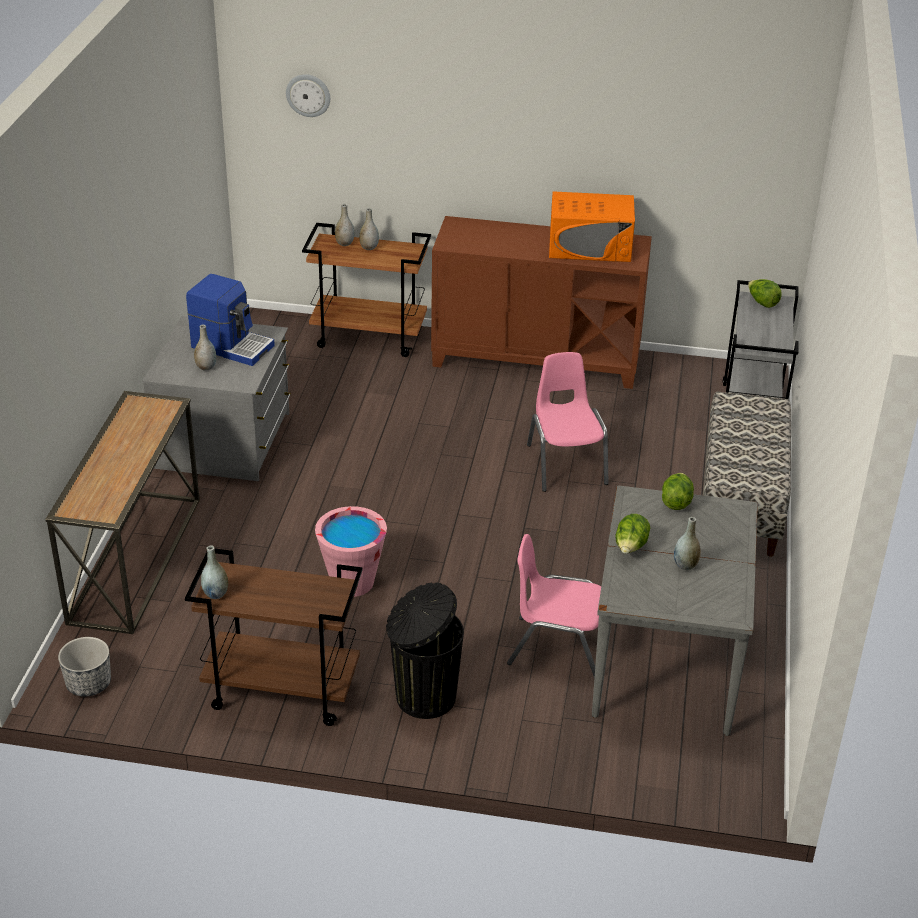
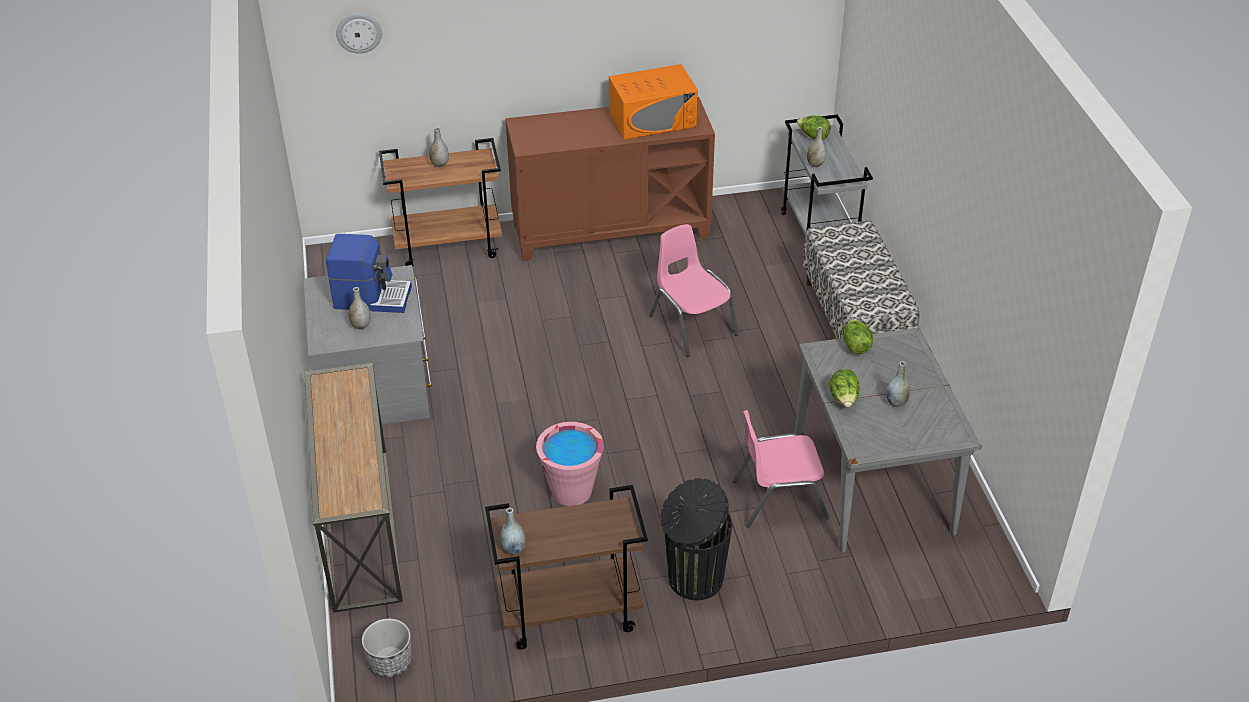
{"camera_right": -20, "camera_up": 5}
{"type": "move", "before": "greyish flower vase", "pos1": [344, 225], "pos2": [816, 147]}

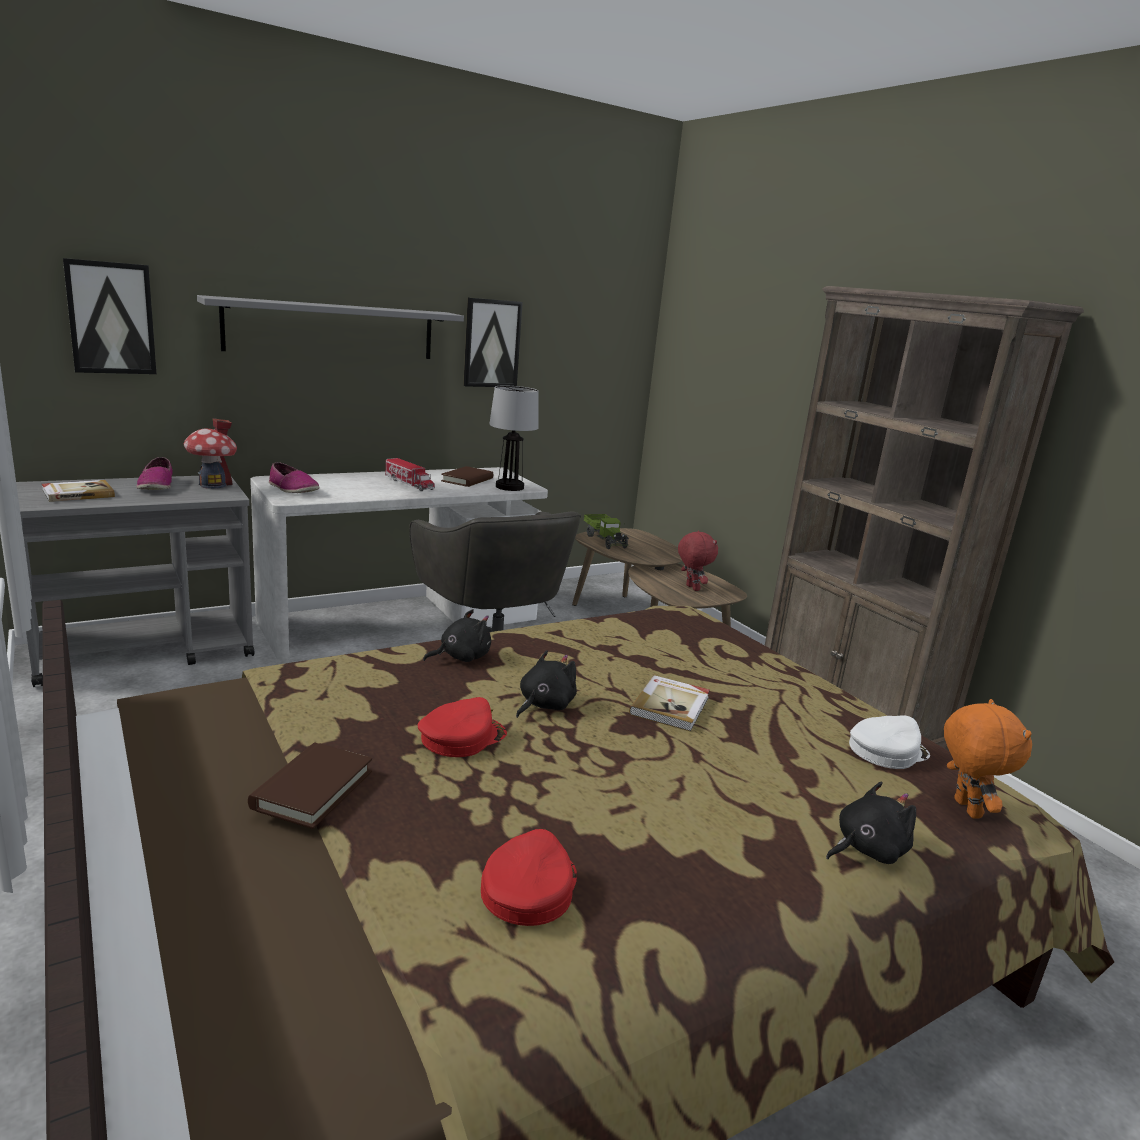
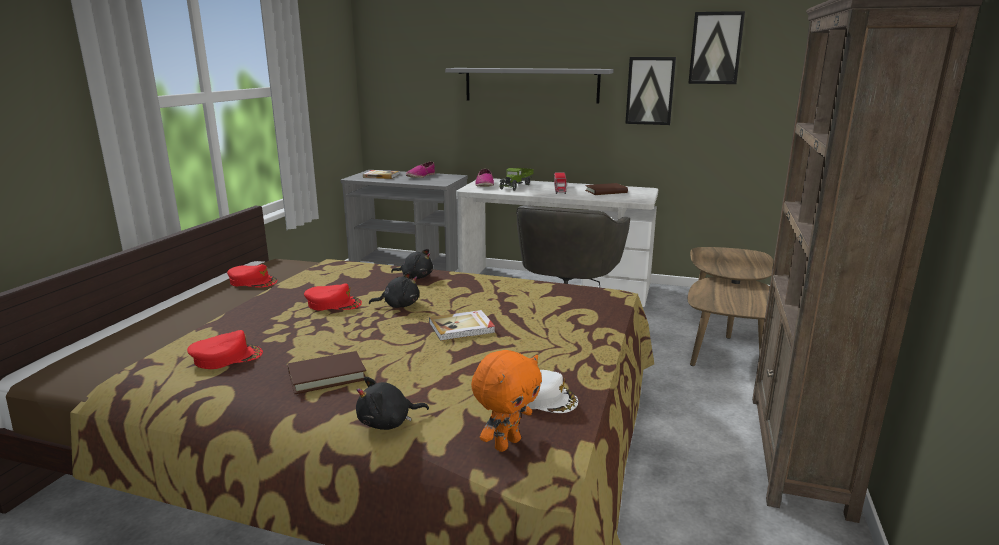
{"camera_right": 50, "camera_up": 0}
{"type": "move", "before": "wall art", "pos1": [109, 316], "pos2": [716, 47]}
{"type": "delete", "before": "toy house", "pos1": [210, 453]}
{"type": "move", "before": "brown-coloured book", "pos1": [310, 785], "pos2": [327, 372]}
{"type": "delete", "before": "tabletop lamp", "pos1": [514, 438]}
{"type": "move", "before": "toy truck", "pos1": [606, 531], "pos2": [516, 179]}
{"type": "delete", "before": "red cuddly toy", "pos1": [698, 561]}
{"type": "rotate", "before": "black cuddly toy", "pos1": [871, 823], "pos2": [392, 403], "turn": 135}
{"type": "insert", "after": "red baseball cap", "pos2": [252, 276]}

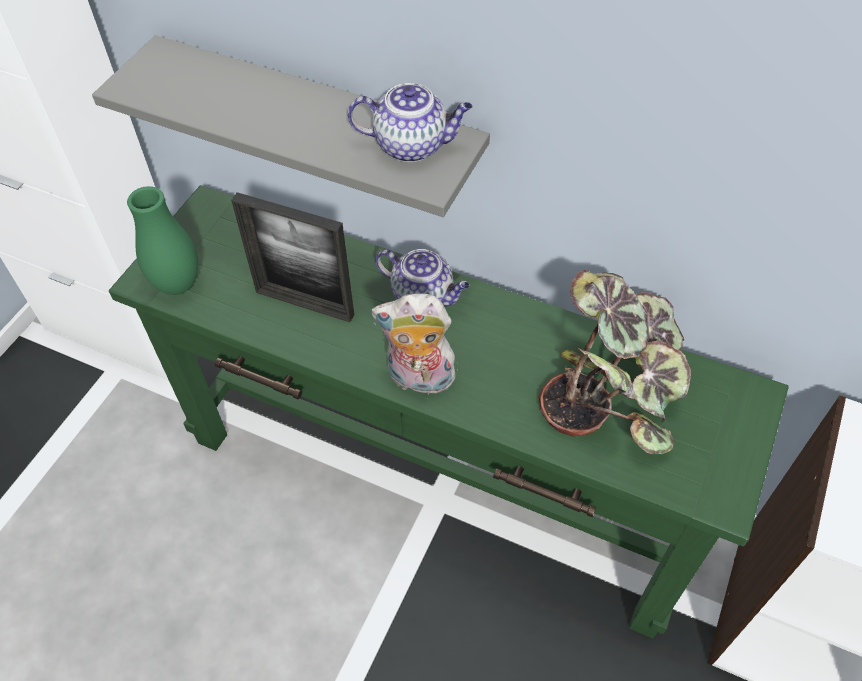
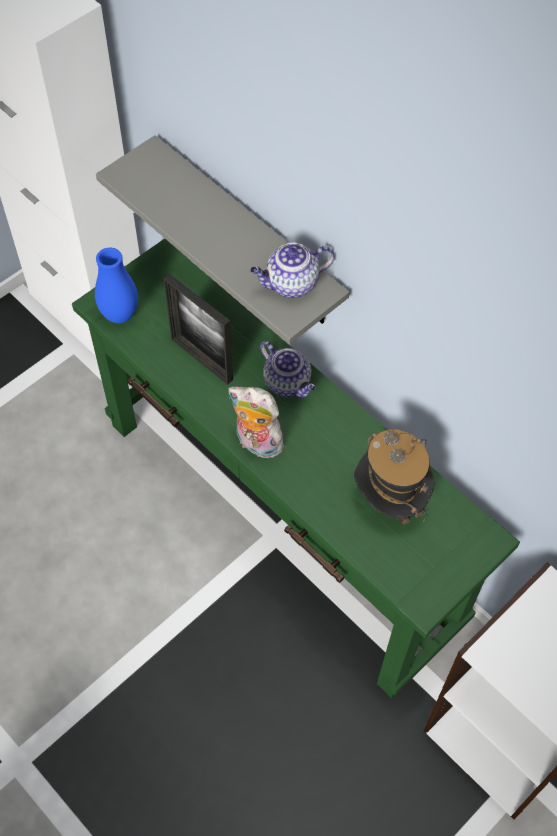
{"camera_right": 20, "camera_up": 5}
{"type": "recolor", "before": "greenish flower vase", "after": "blue-coloured flower vase", "pos1": [162, 240], "pos2": [116, 285]}
{"type": "rotate", "before": "pot for tea", "pos1": [410, 122], "pos2": [292, 270], "turn": 135}
{"type": "replace", "before": "houseplant", "after": "wearable hat", "pos1": [615, 362], "pos2": [394, 477]}

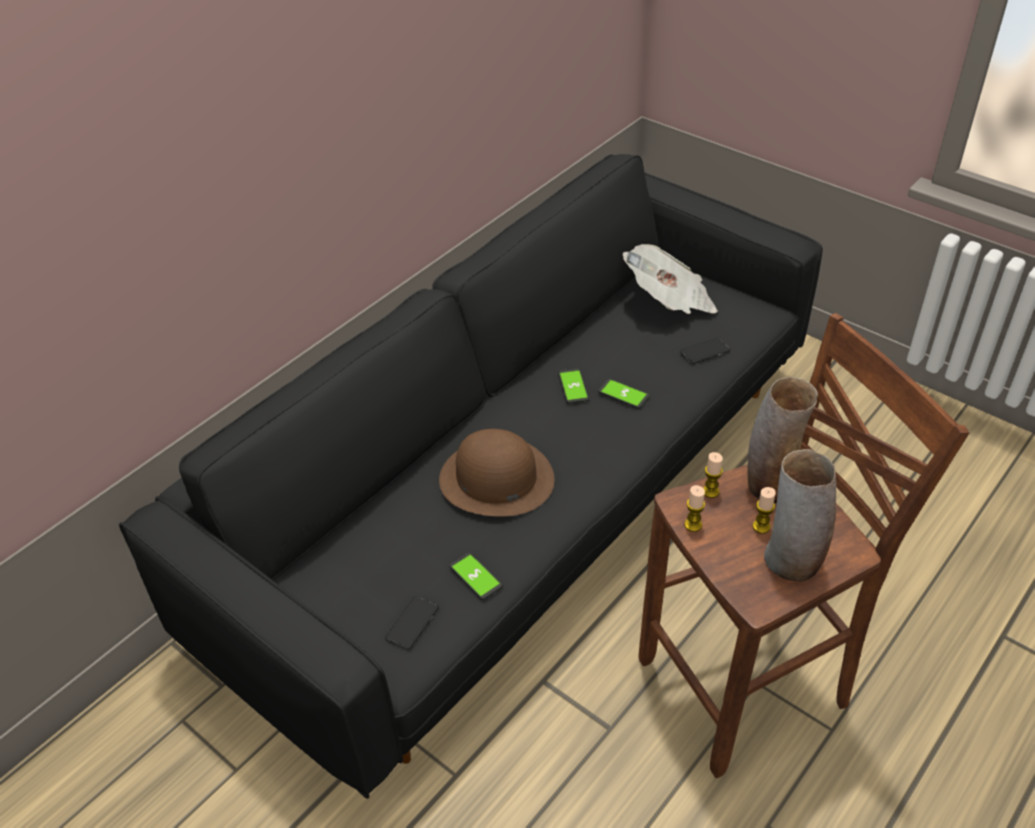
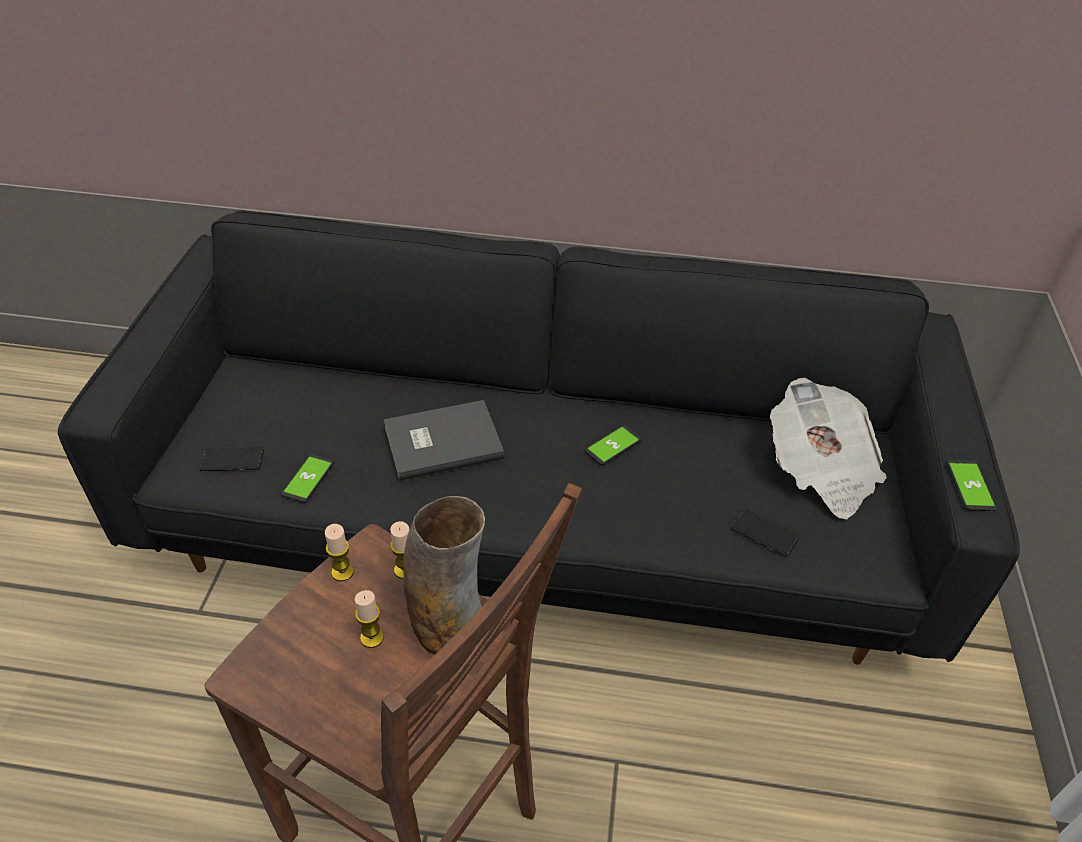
{"camera_right": 55, "camera_up": 0}
{"type": "replace", "before": "brown-coloured wearable hat", "after": "greyish book", "pos1": [496, 473], "pos2": [444, 440]}
{"type": "move", "before": "telephone", "pos1": [624, 393], "pos2": [971, 485]}
{"type": "delete", "before": "flower vase", "pos1": [800, 515]}

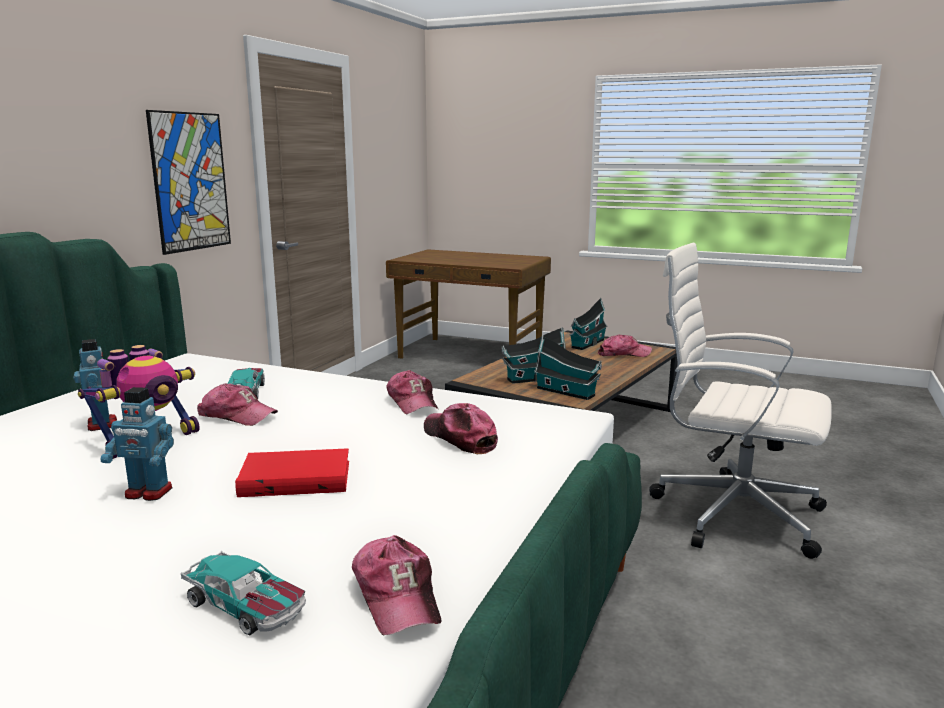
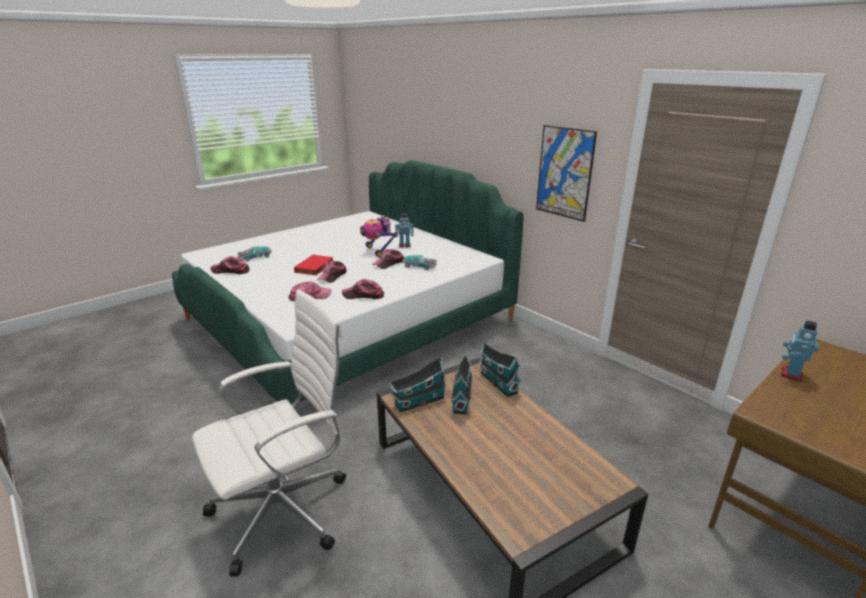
{"camera_right": 115, "camera_up": 10}
{"type": "move", "before": "model robot", "pos1": [137, 444], "pos2": [800, 350]}
{"type": "move", "before": "toy house", "pos1": [588, 324], "pos2": [500, 369]}
{"type": "move", "before": "baseball cap", "pos1": [625, 345], "pos2": [332, 272]}

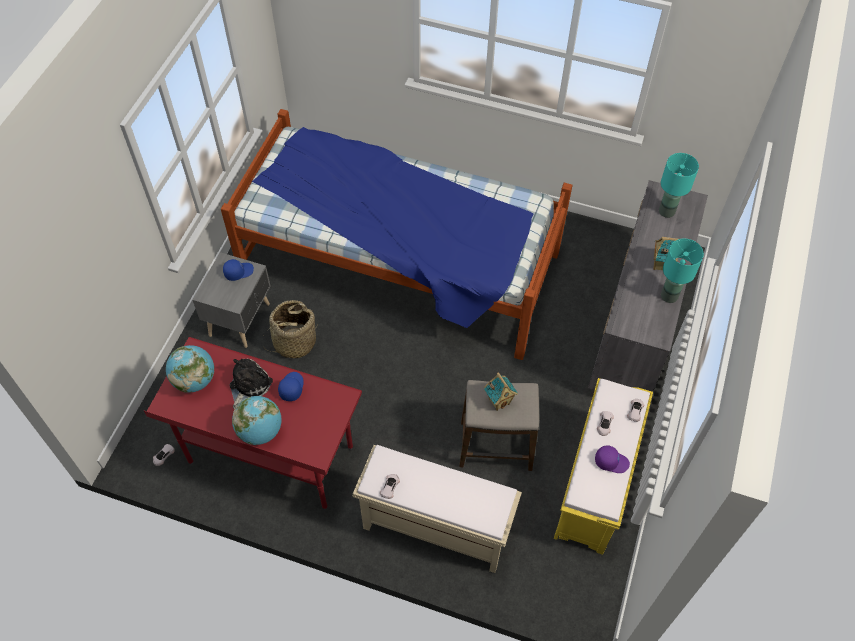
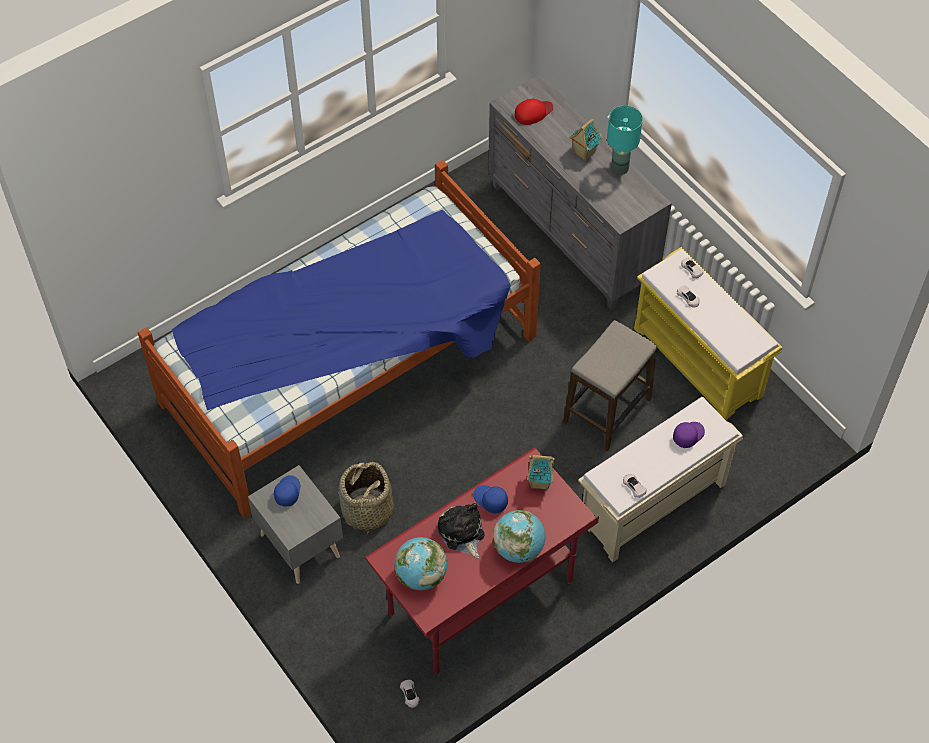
{"camera_right": -55, "camera_up": 0}
{"type": "move", "before": "toy house", "pos1": [501, 392], "pos2": [541, 472]}
{"type": "move", "before": "purple-coloured baseball cap", "pos1": [612, 459], "pos2": [689, 435]}
{"type": "replace", "before": "blue-green tabletop lamp", "after": "red baseball cap", "pos1": [679, 185], "pos2": [533, 112]}

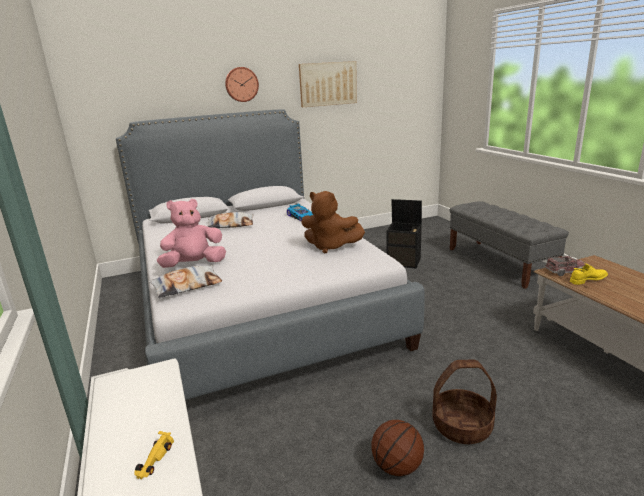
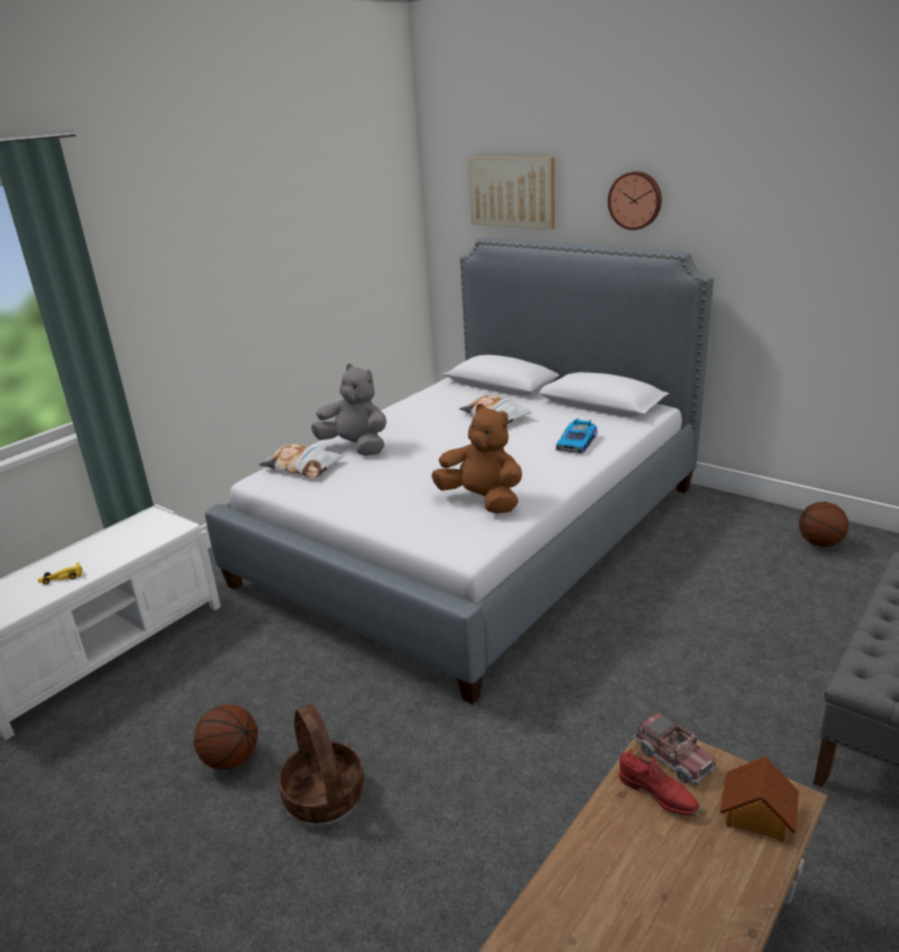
{"camera_right": 60, "camera_up": 5}
{"type": "recolor", "before": "pinkish cuddly toy", "after": "greyish cuddly toy", "pos1": [191, 233], "pos2": [349, 410]}
{"type": "move", "before": "wall art", "pos1": [328, 84], "pos2": [511, 193]}
{"type": "rotate", "before": "brown-coloured cuddly toy", "pos1": [333, 222], "pos2": [476, 459], "turn": 135}
{"type": "delete", "before": "black storage container", "pos1": [404, 233]}
{"type": "recolor", "before": "yellow shoe", "after": "red shoe", "pos1": [589, 274], "pos2": [659, 782]}
{"type": "insert", "after": "toy house", "pos2": [759, 799]}
{"type": "insert", "after": "ball for basketball", "pos2": [824, 524]}

